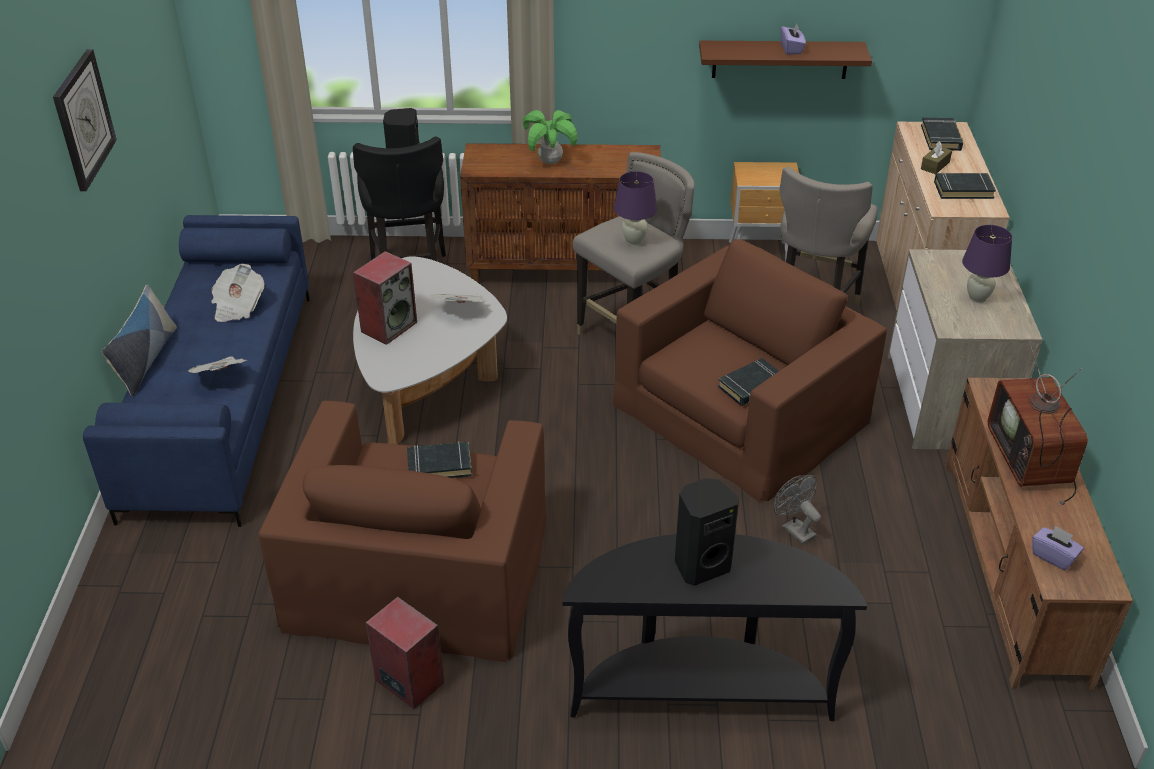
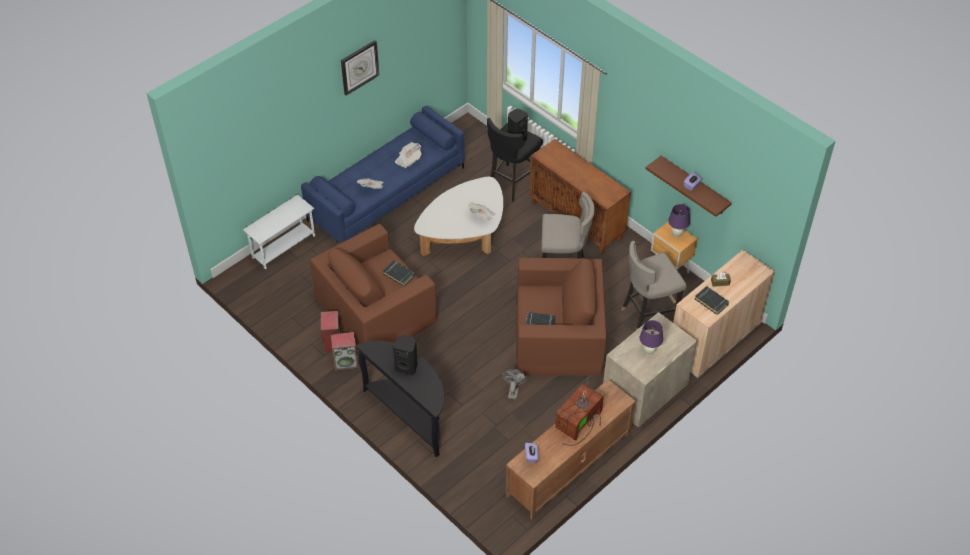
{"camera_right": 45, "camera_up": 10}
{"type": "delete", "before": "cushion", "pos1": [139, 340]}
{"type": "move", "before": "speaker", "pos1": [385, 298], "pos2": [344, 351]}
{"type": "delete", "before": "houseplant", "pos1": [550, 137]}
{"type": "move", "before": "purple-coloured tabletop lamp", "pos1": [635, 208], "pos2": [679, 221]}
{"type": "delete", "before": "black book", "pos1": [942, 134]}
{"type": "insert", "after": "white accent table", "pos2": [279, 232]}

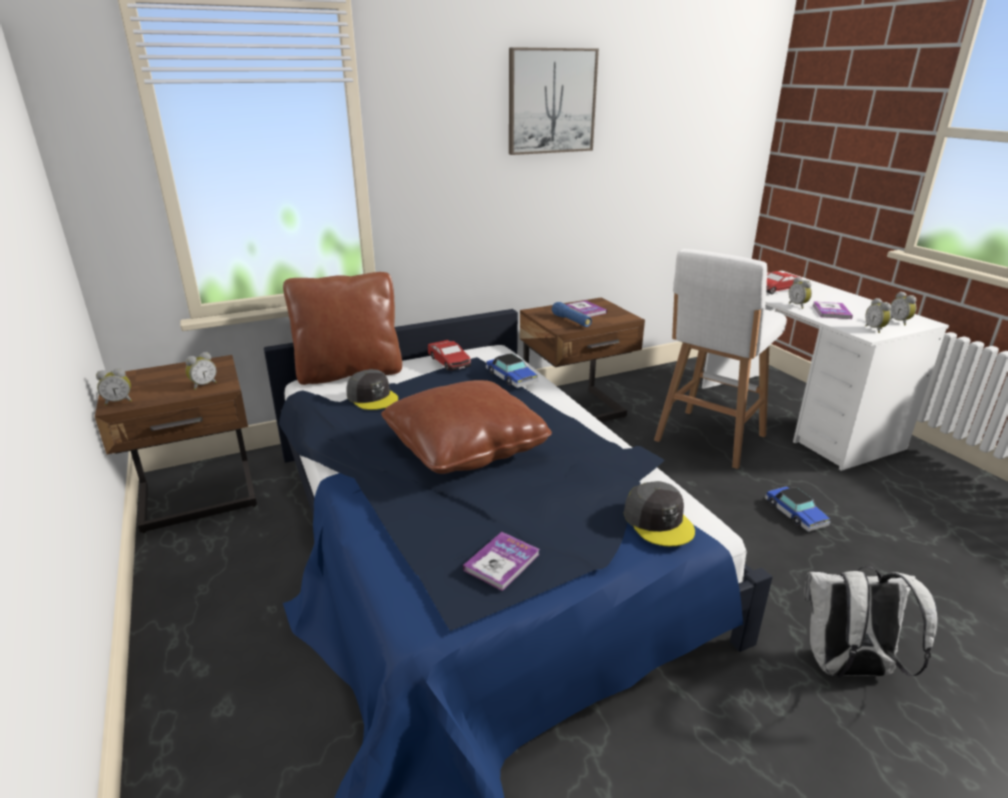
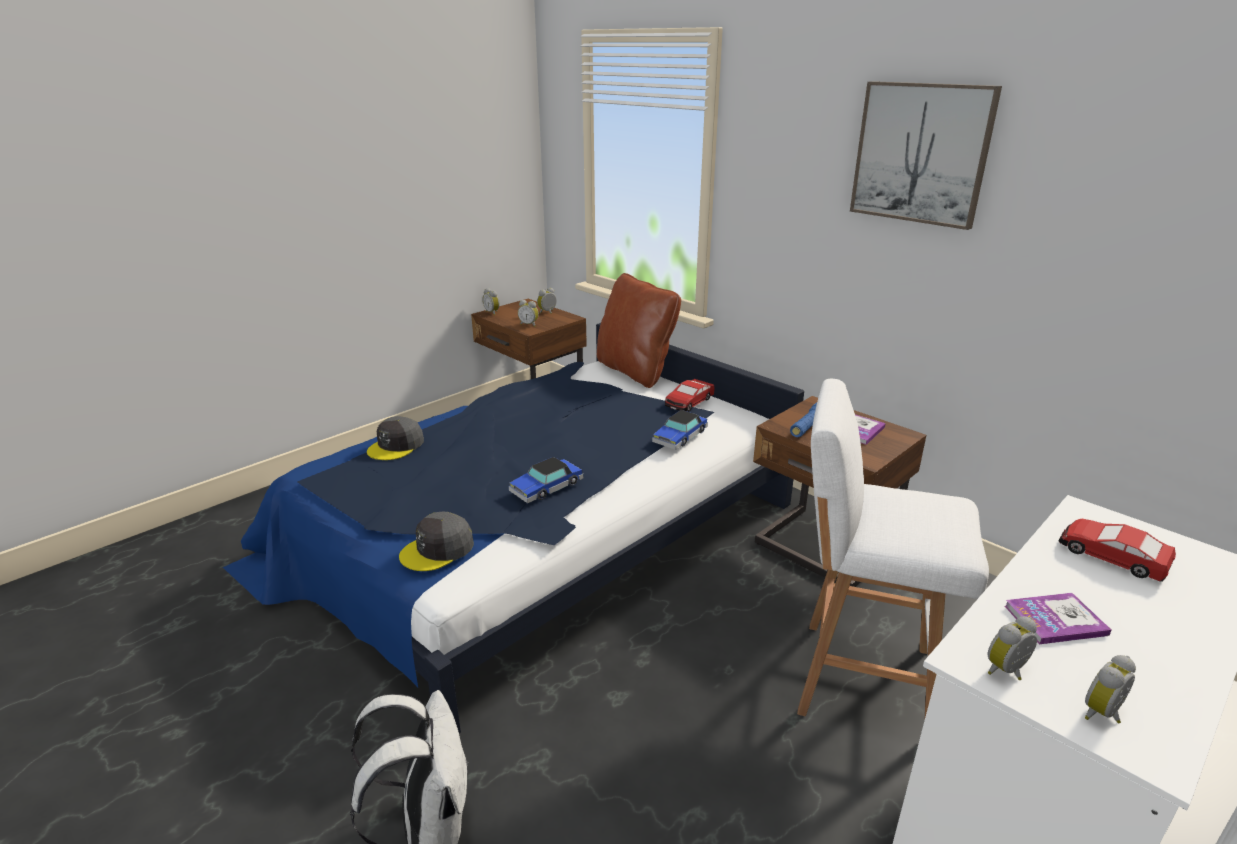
{"camera_right": 70, "camera_up": 0}
{"type": "move", "before": "greyish baseball cap", "pos1": [372, 389], "pos2": [395, 438]}
{"type": "delete", "before": "brown-coloured cushion", "pos1": [466, 427]}
{"type": "delete", "before": "book", "pos1": [501, 561]}
{"type": "move", "before": "toy car", "pos1": [797, 509], "pos2": [546, 480]}
{"type": "move", "before": "bedside clock", "pos1": [800, 293], "pos2": [547, 301]}

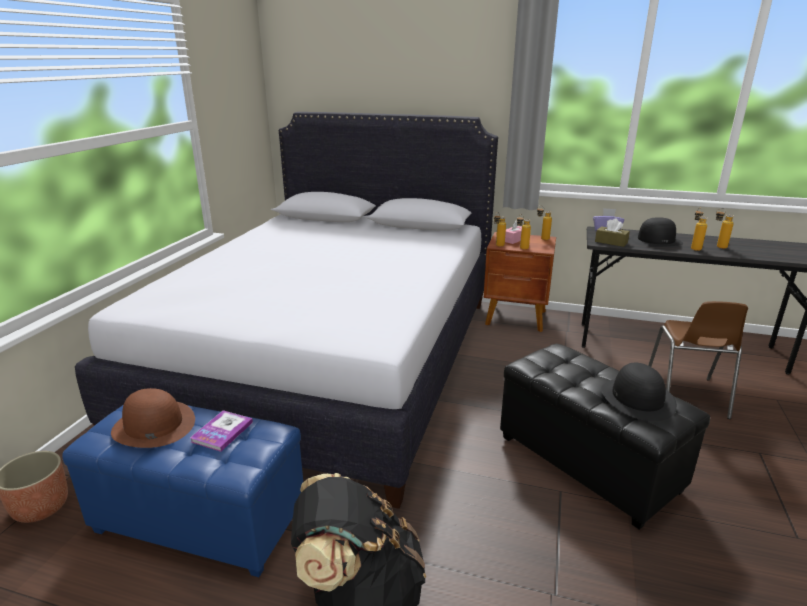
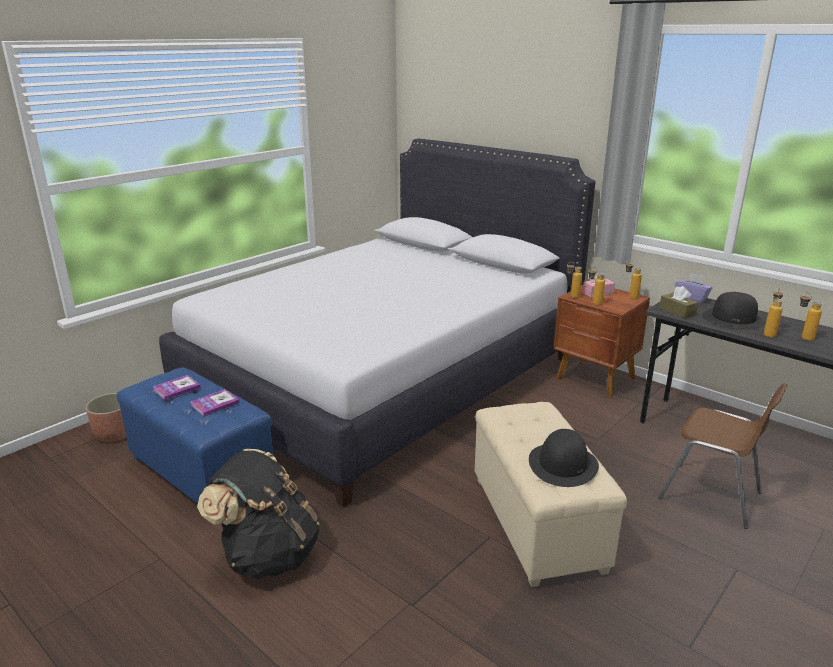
{"camera_right": 25, "camera_up": 0}
{"type": "replace", "before": "brown-coloured wearable hat", "after": "book", "pos1": [153, 418], "pos2": [177, 387]}
{"type": "recolor", "before": "black pouffe", "after": "beige-coloured pouffe", "pos1": [605, 437], "pos2": [551, 494]}
{"type": "rotate", "before": "brown-coloured plain chair", "pos1": [698, 360], "pos2": [722, 456], "turn": -90}

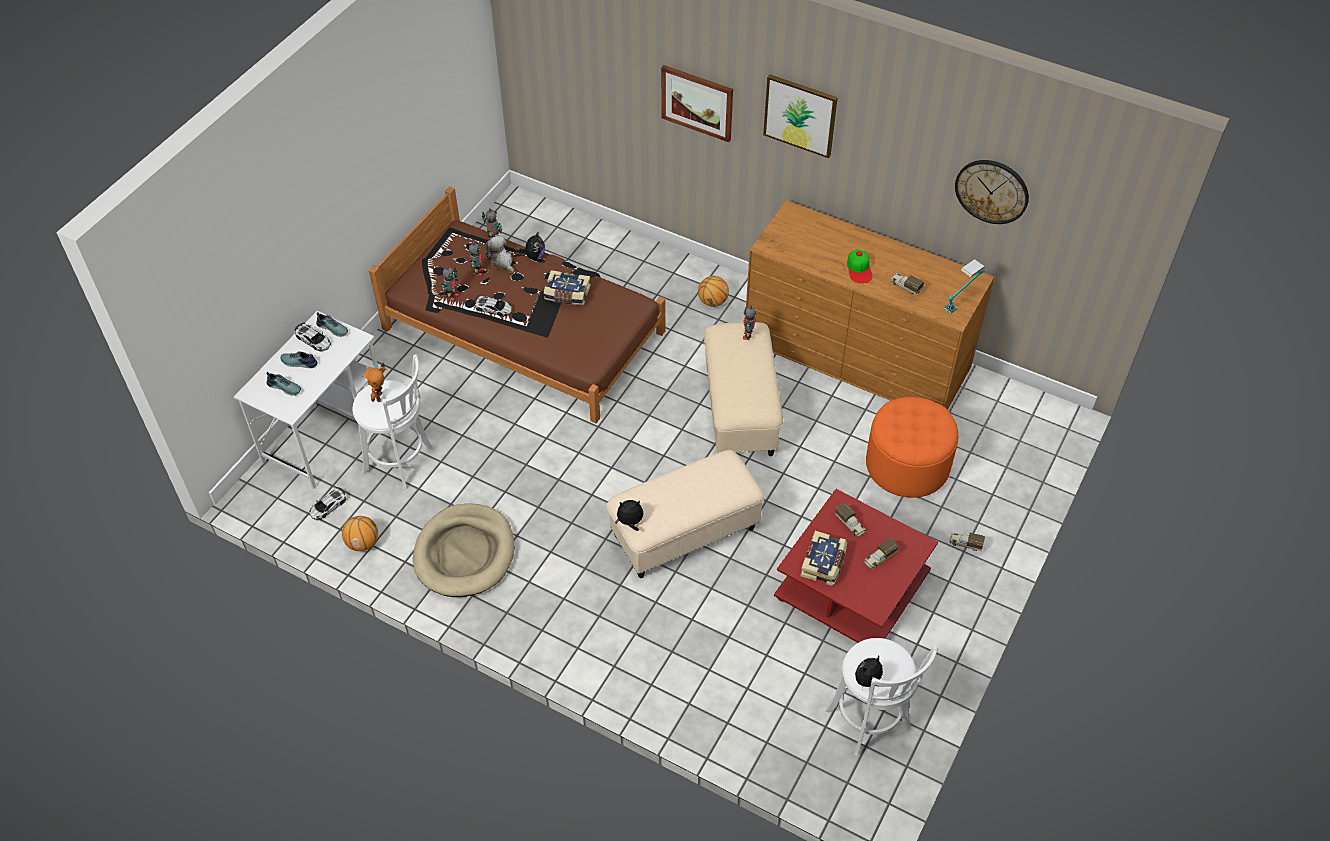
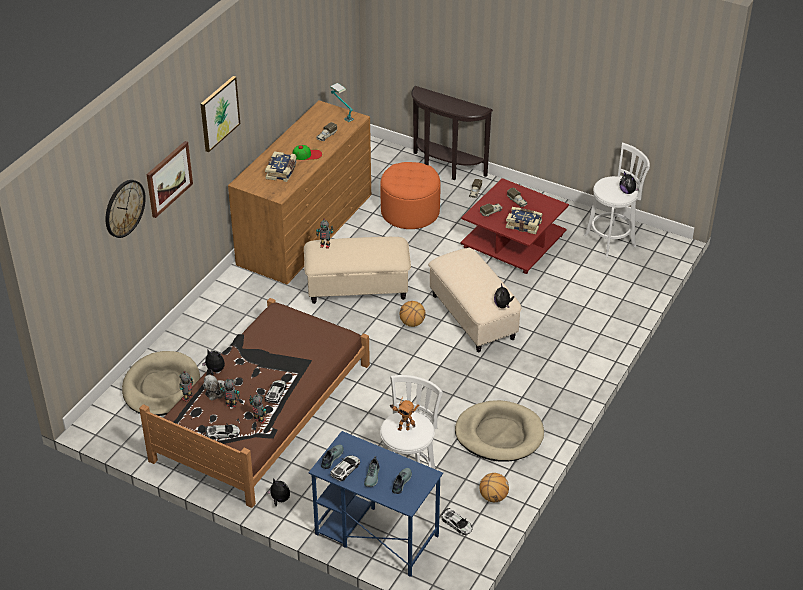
{"camera_right": -90, "camera_up": -10}
{"type": "recolor", "before": "white desk table", "after": "blue-coloured desk table", "pos1": [306, 400], "pos2": [375, 504]}
{"type": "move", "before": "book", "pos1": [567, 288], "pos2": [281, 167]}
{"type": "move", "before": "ball for basketball", "pos1": [713, 291], "pos2": [413, 314]}
{"type": "move", "before": "hanging clock", "pos1": [992, 192], "pos2": [126, 209]}
{"type": "insert", "after": "beige-coloured dog bed", "pos2": [161, 383]}
{"type": "insert", "after": "toy car", "pos2": [222, 431]}
{"type": "insert", "after": "cuddly toy", "pos2": [278, 492]}
{"type": "insert", "after": "brown-coloured console table", "pos2": [452, 133]}

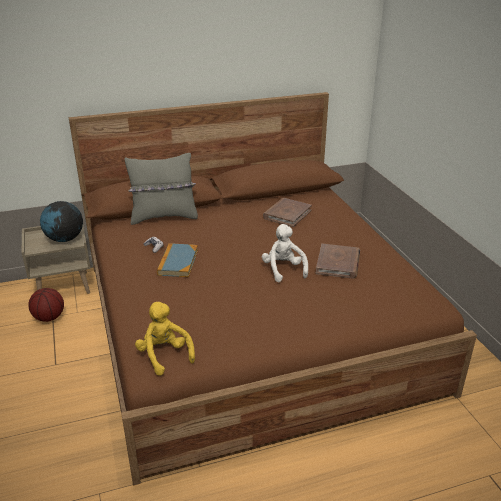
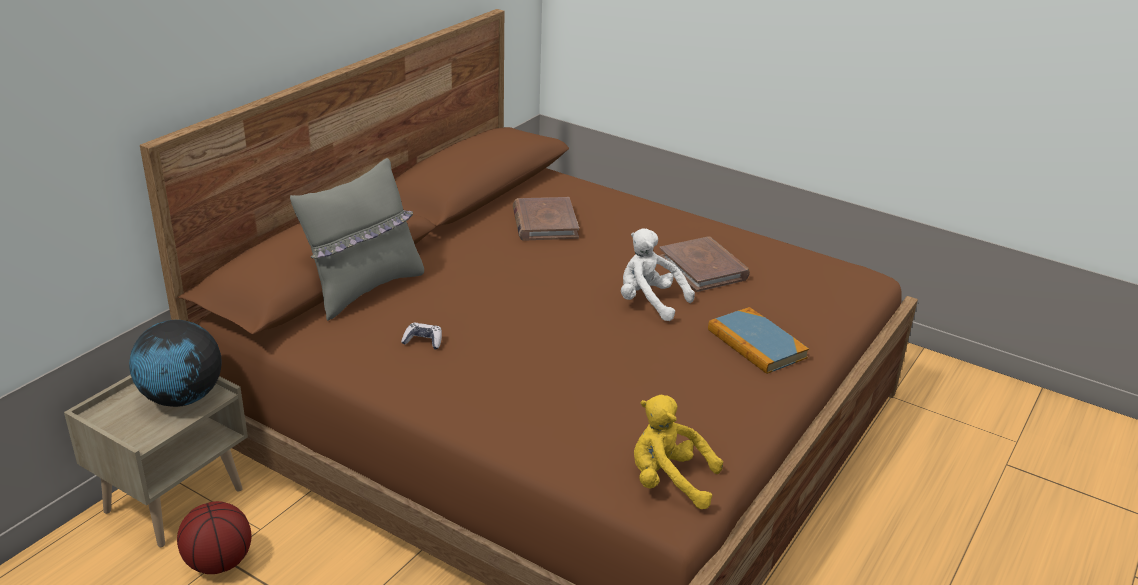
{"camera_right": -40, "camera_up": 0}
{"type": "move", "before": "book", "pos1": [177, 260], "pos2": [758, 340]}

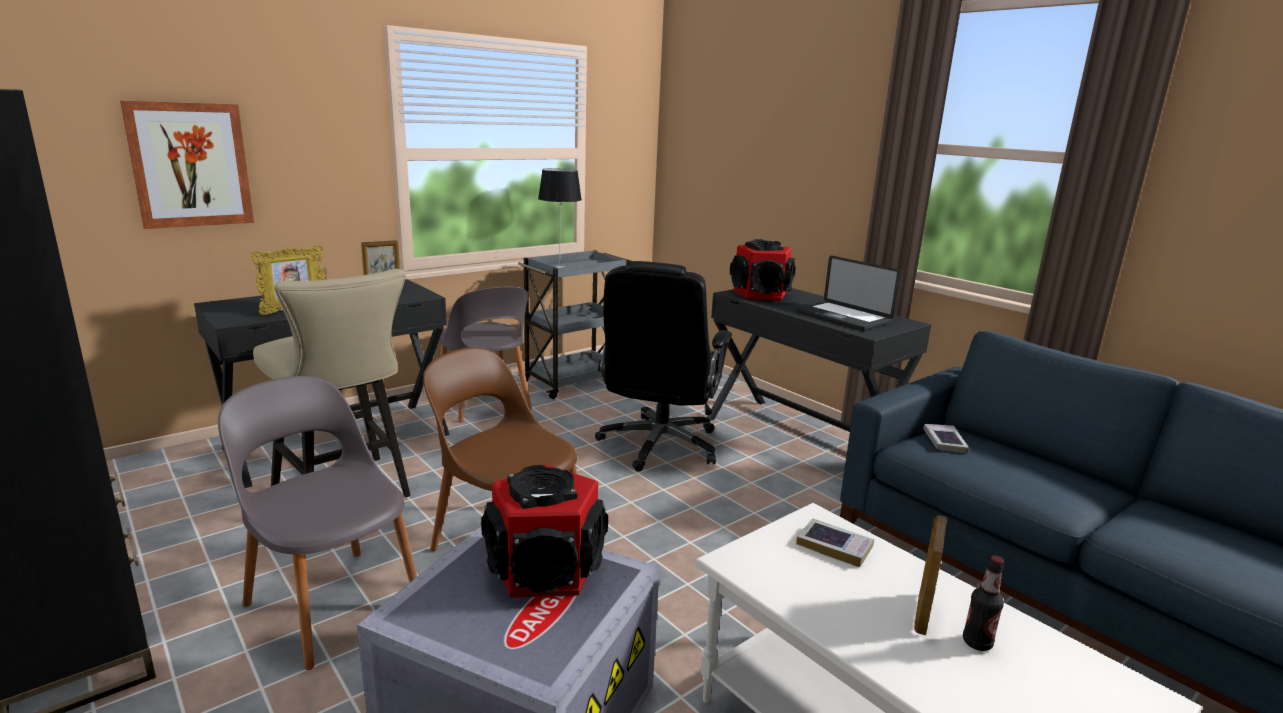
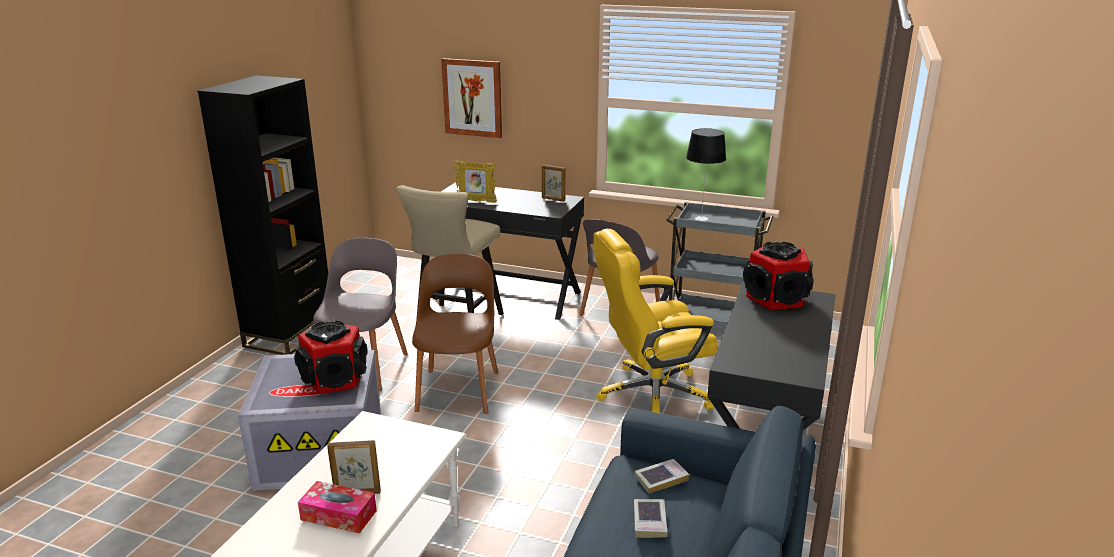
{"camera_right": 60, "camera_up": 5}
{"type": "recolor", "before": "black office chair", "after": "yellow office chair", "pos1": [663, 366], "pos2": [655, 321]}
{"type": "delete", "before": "notebook computer", "pos1": [848, 293]}
{"type": "move", "before": "book", "pos1": [835, 542], "pos2": [651, 518]}
{"type": "replace", "before": "beverage bottle", "after": "tissue box", "pos1": [983, 603], "pos2": [337, 507]}

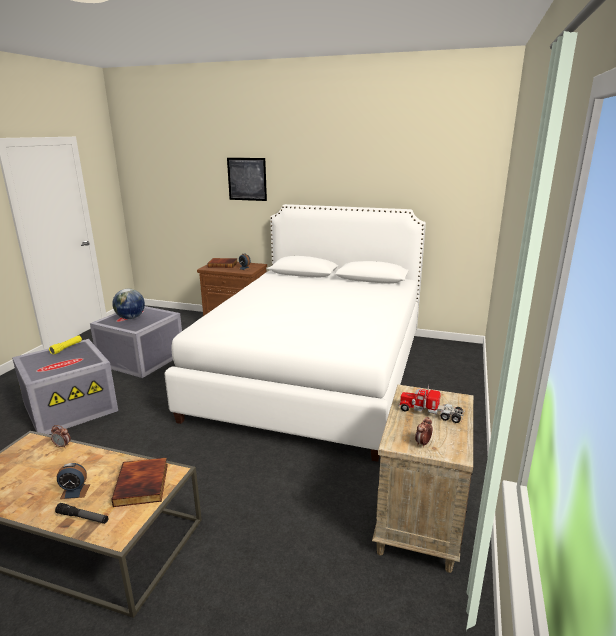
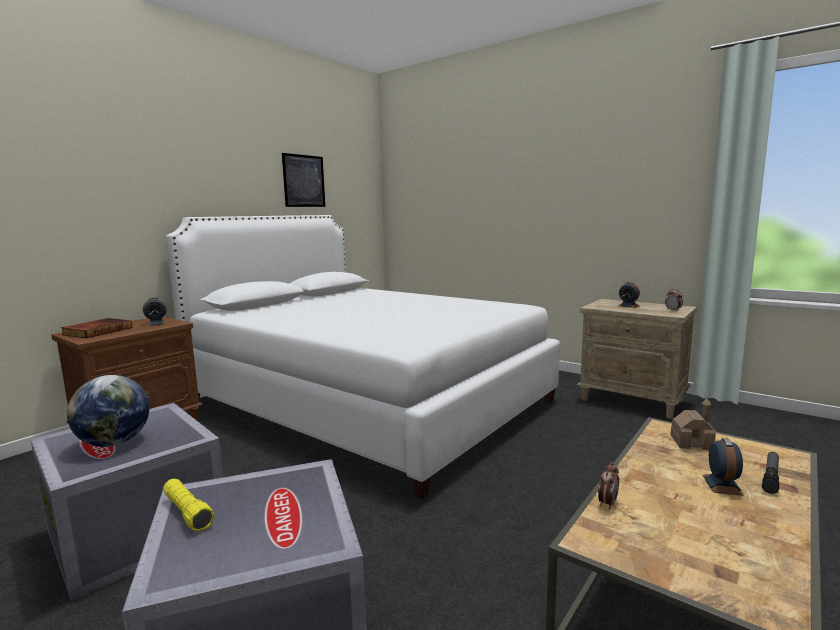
{"camera_right": -70, "camera_up": -10}
{"type": "replace", "before": "book", "after": "toy house", "pos1": [139, 482], "pos2": [693, 424]}
{"type": "move", "before": "wall art", "pos1": [247, 179], "pos2": [303, 180]}
{"type": "replace", "before": "toy truck", "after": "bedside clock", "pos1": [431, 404], "pos2": [629, 295]}

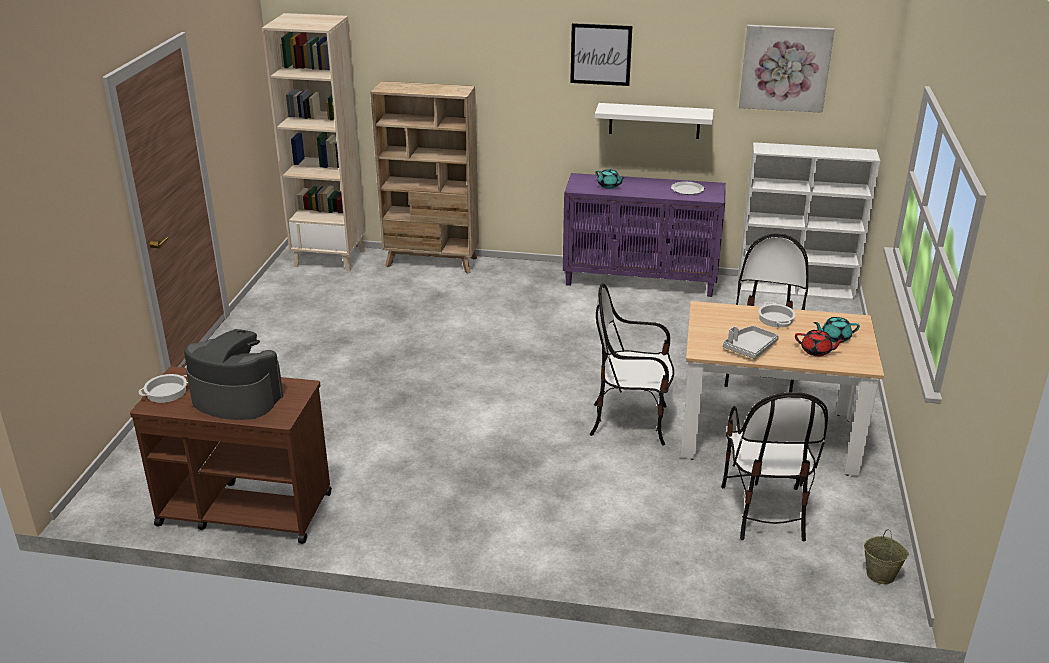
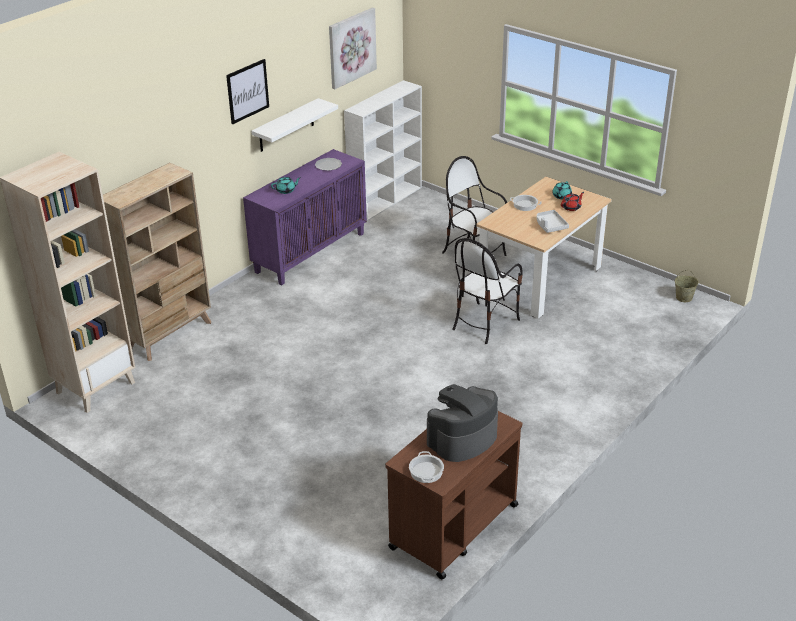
{"camera_right": -60, "camera_up": 5}
{"type": "delete", "before": "plain chair", "pos1": [774, 467]}

